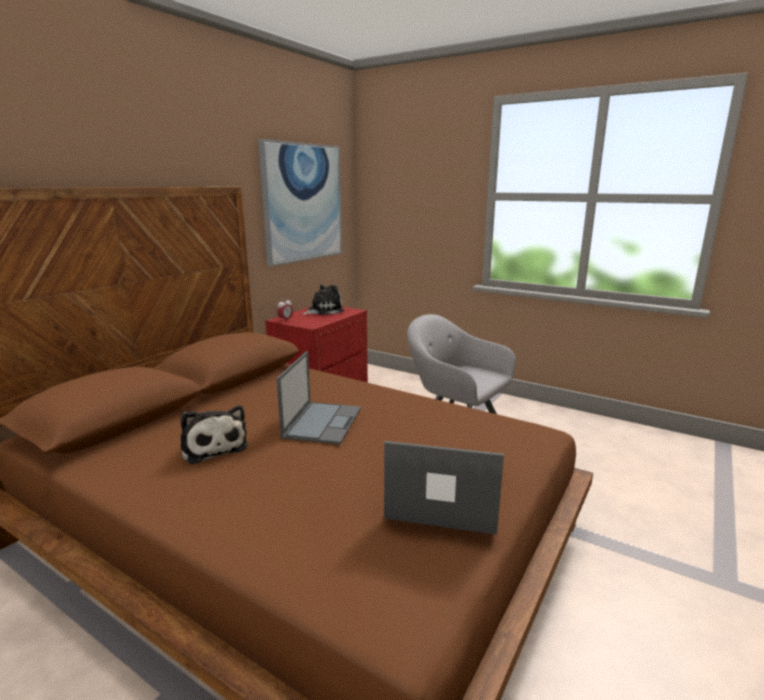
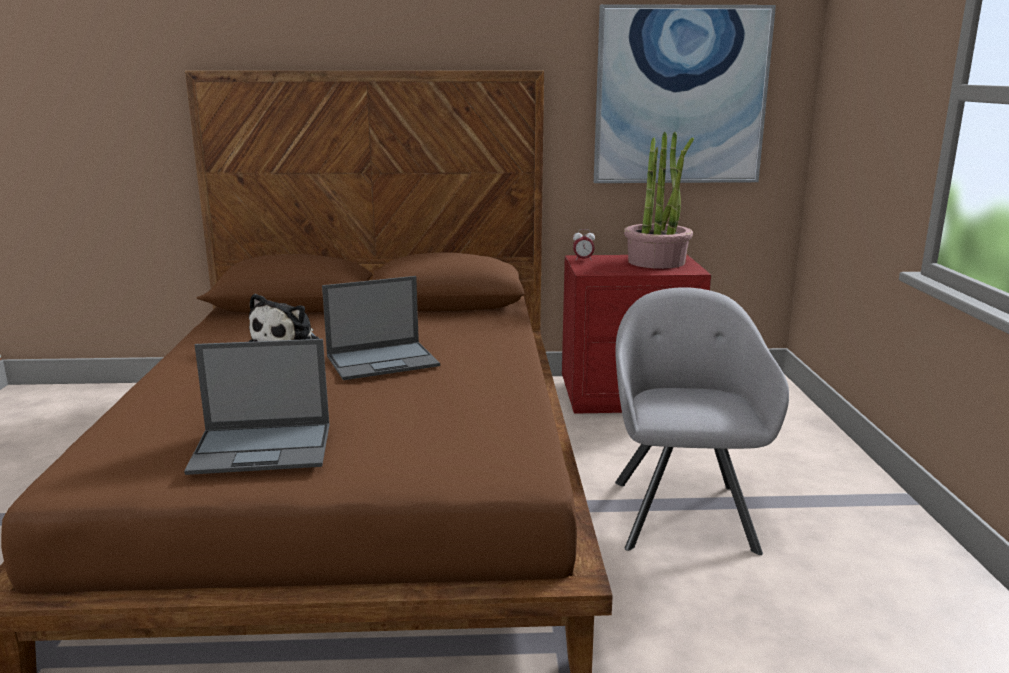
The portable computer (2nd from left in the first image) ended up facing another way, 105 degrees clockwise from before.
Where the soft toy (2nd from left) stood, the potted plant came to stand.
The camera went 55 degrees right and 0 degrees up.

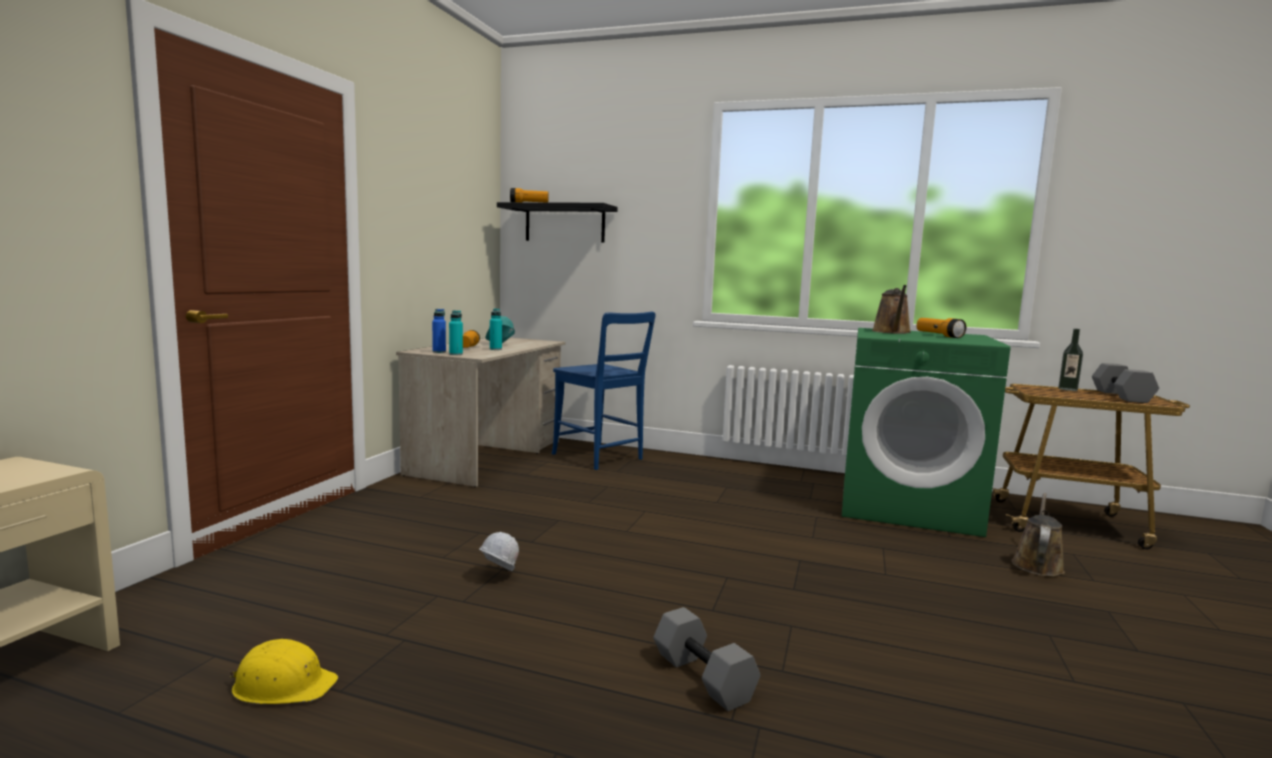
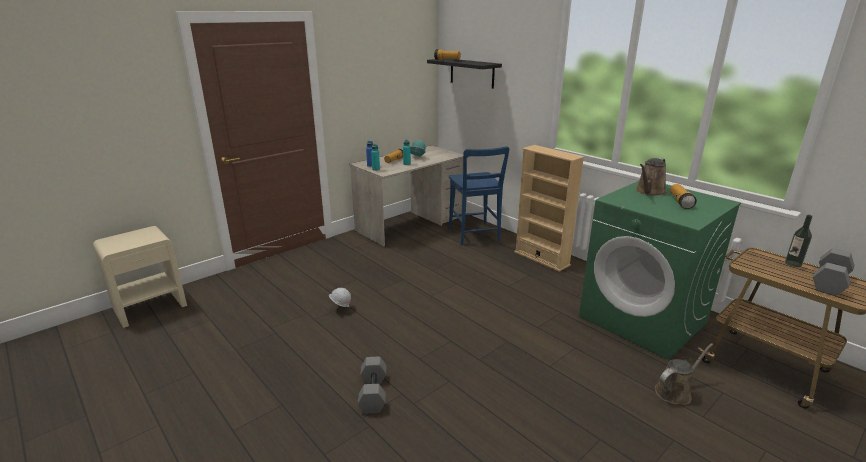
The second view gained the beige-coloured bookcase.
The second view lost the yellow-coloured safety helmet.
The camera went 30 degrees right and 15 degrees up.

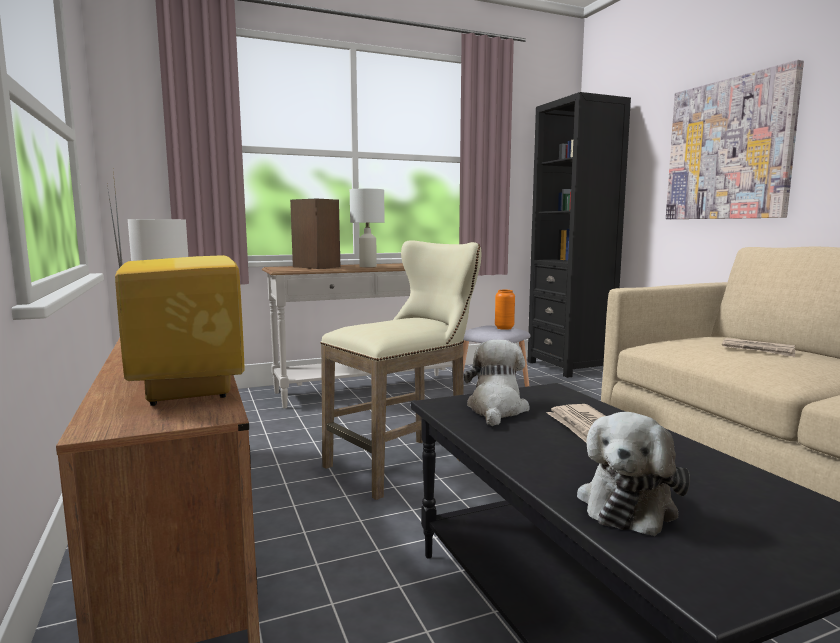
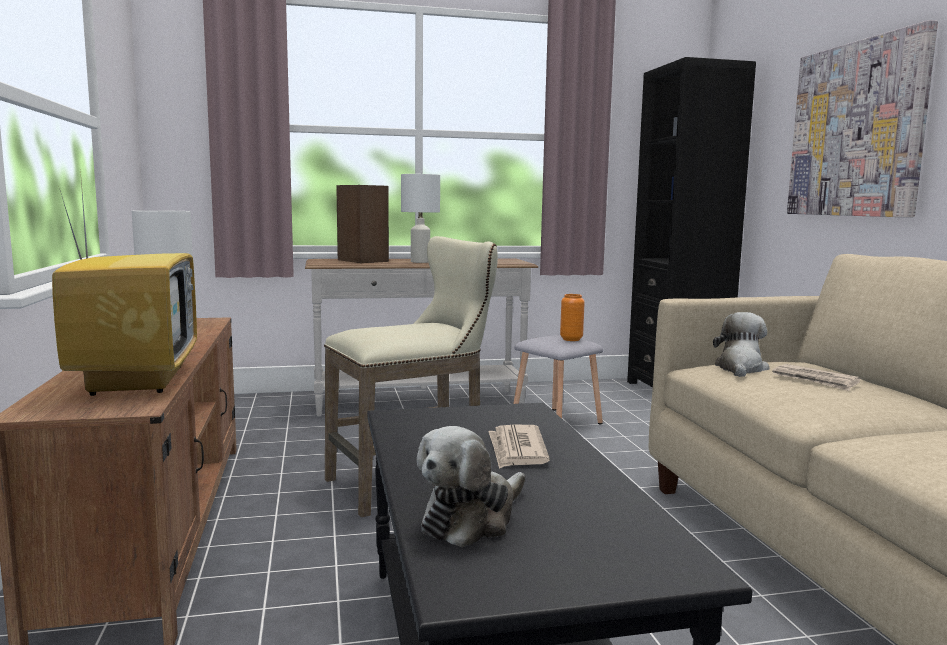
The soft toy (1st from left in the first image) ended up elsewhere.
The camera went 10 degrees right and 0 degrees up.

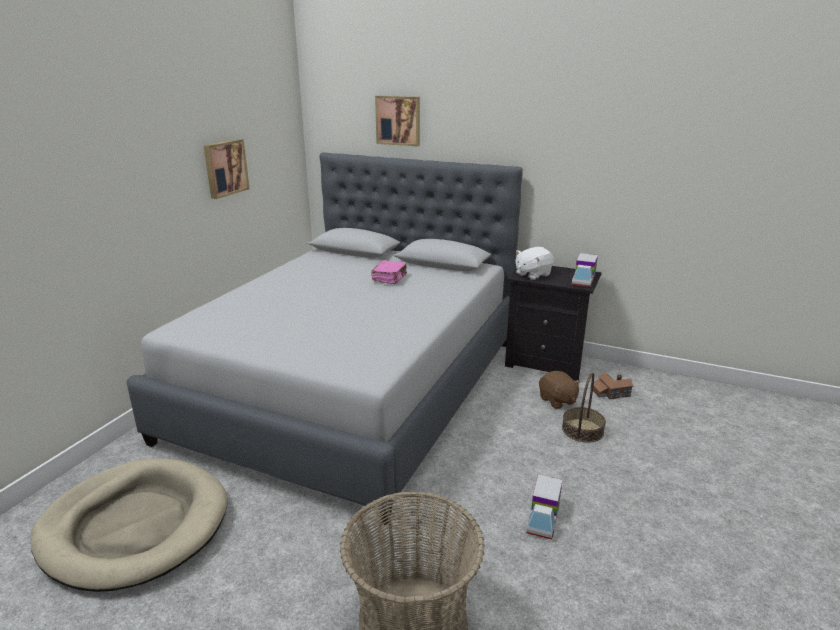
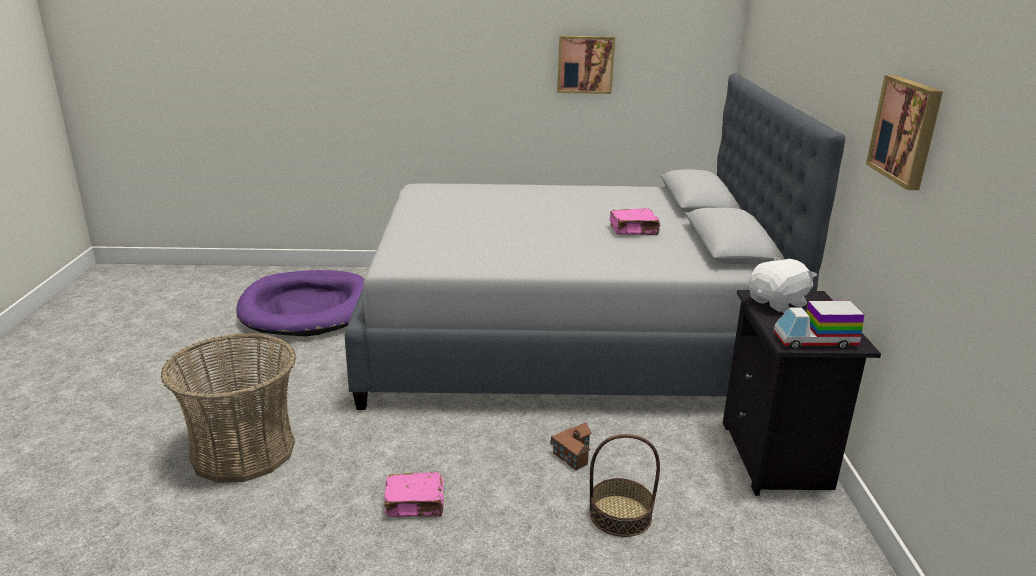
What was the beige-coloured pet bed turned into the purple pet bed.
Where the toy lorry (1st from left) stood, the pink bound book (1st from left) came to stand.
The miniature house ended up elsewhere.
The white soft toy ended up facing another way, 120 degrees clockwise from before.
The wall art (2nd from left) ended up elsewhere.
The second view lost the brown-coloured soft toy.
The camera went 65 degrees right and 0 degrees up.

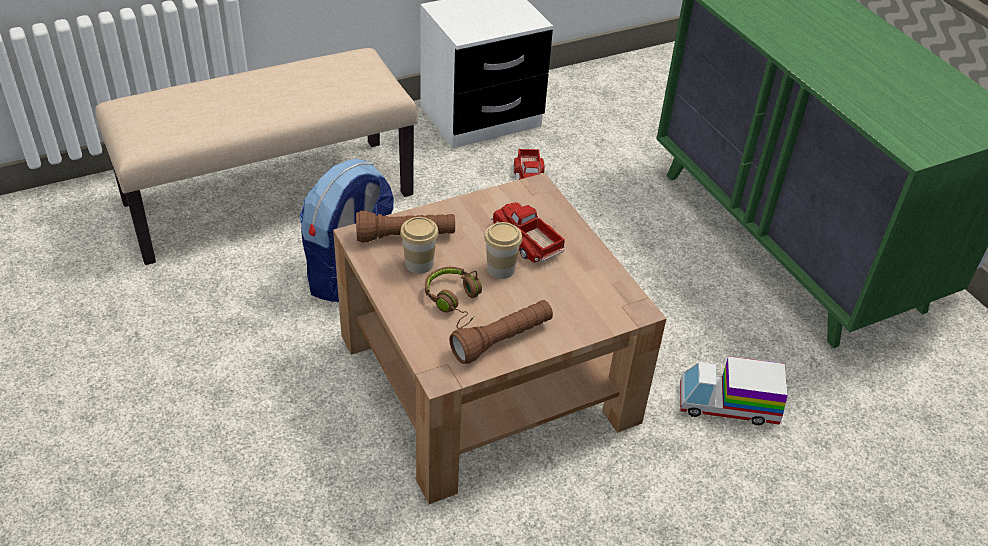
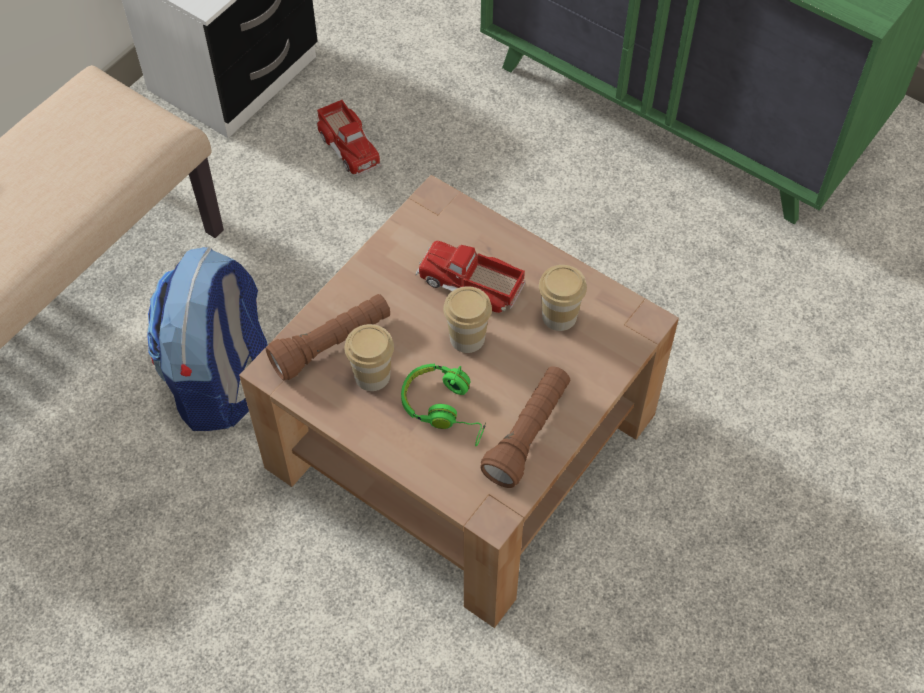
What was the brown-coloured headphones turned into the greenish headphones.
The second view gained the cup (3rd from left).
The second view lost the toy lorry (3rd from left).
The camera went 25 degrees left and 15 degrees up.

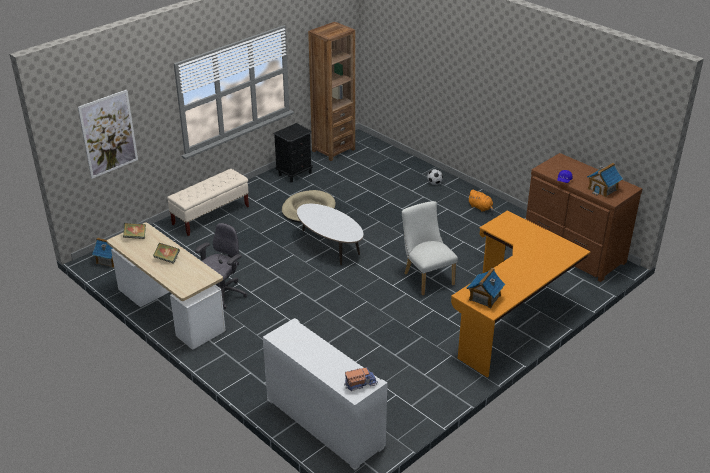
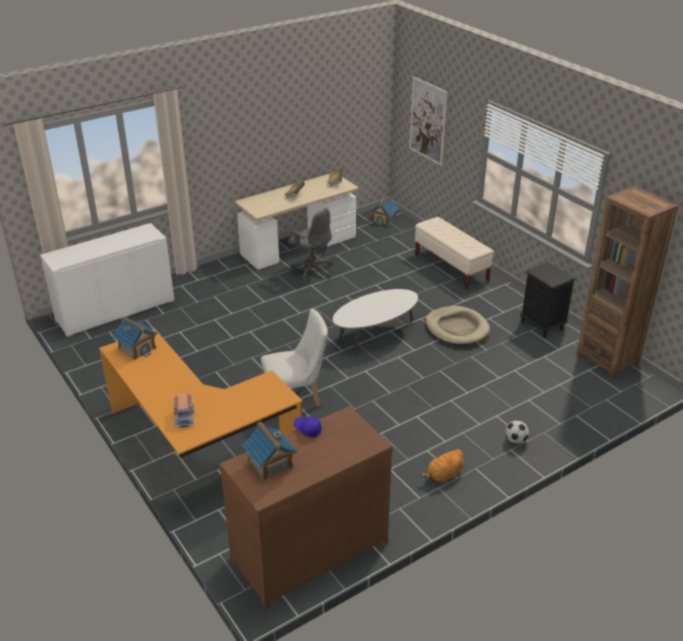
The toy lorry ended up elsewhere.
The camera went 100 degrees right and 0 degrees up.

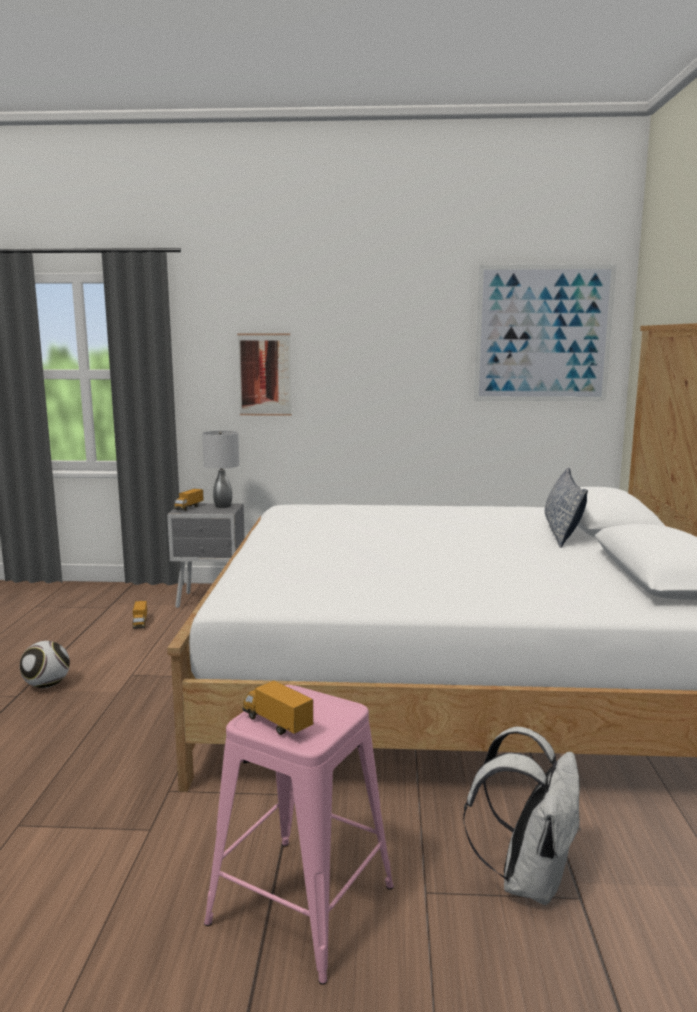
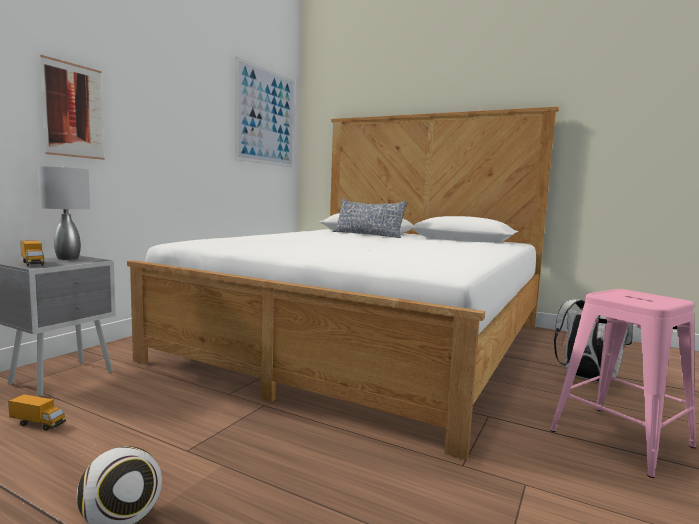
The second view lost the toy lorry (3rd from left).
The camera went 65 degrees left and 5 degrees down.

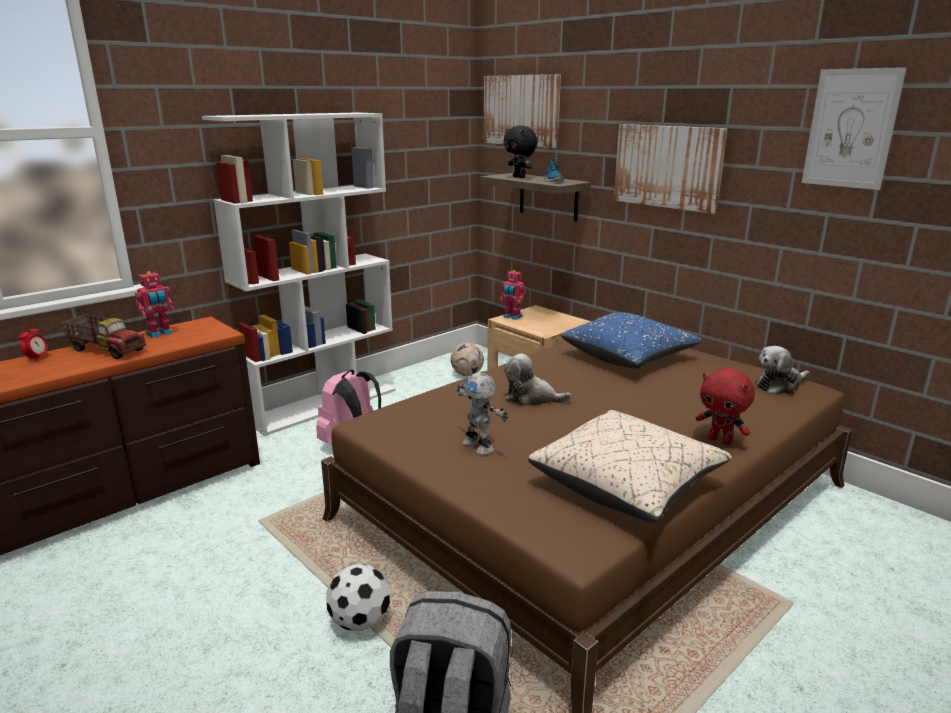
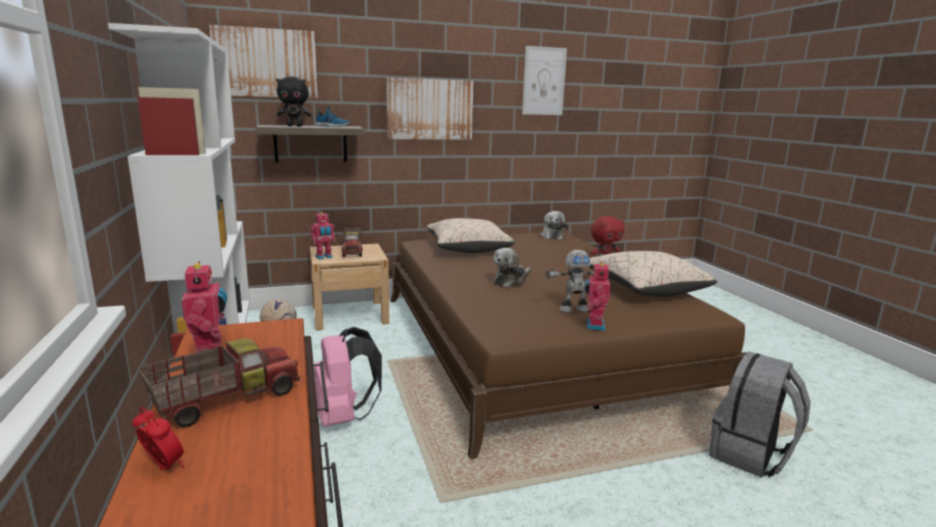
The second view gained the toy lorry (2nd from left).
What was the blue-coloured pillow turned into the beige-coloured pillow (1st from left).
The second view gained the model robot (4th from left).
The second view lost the football ball (1st from left).
The camera went 65 degrees left and 5 degrees down.

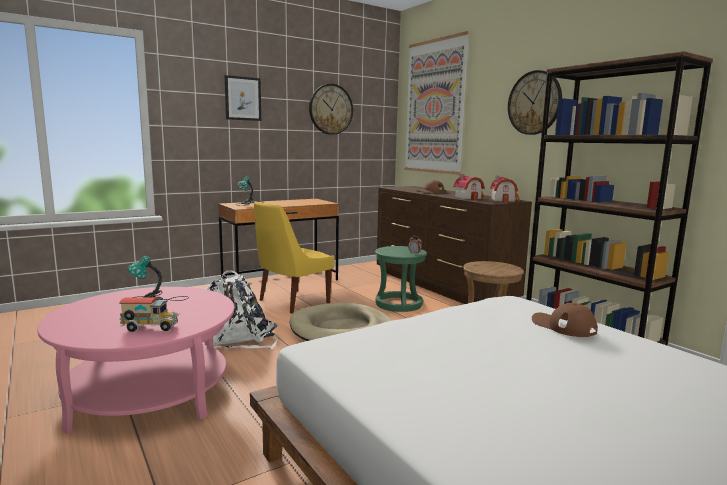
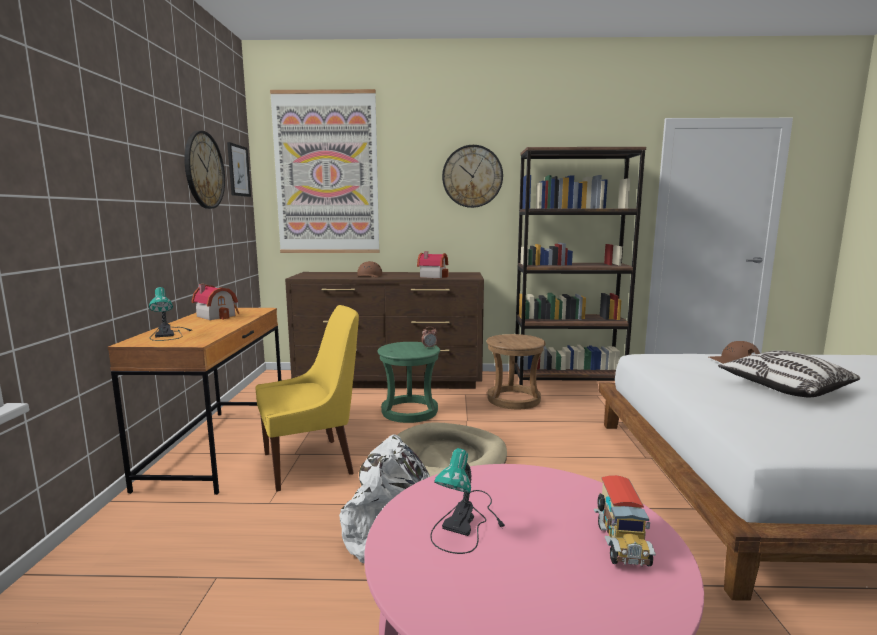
The miniature house (2nd from left in the first image) ended up elsewhere.
The wall art (1st from left) ended up elsewhere.
The yellow-coloured plain chair ended up facing another way, 105 degrees counterclockwise from before.
The toy lorry ended up facing another way, 150 degrees clockwise from before.
The second view gained the pillow.
The camera went 55 degrees left and 0 degrees up.

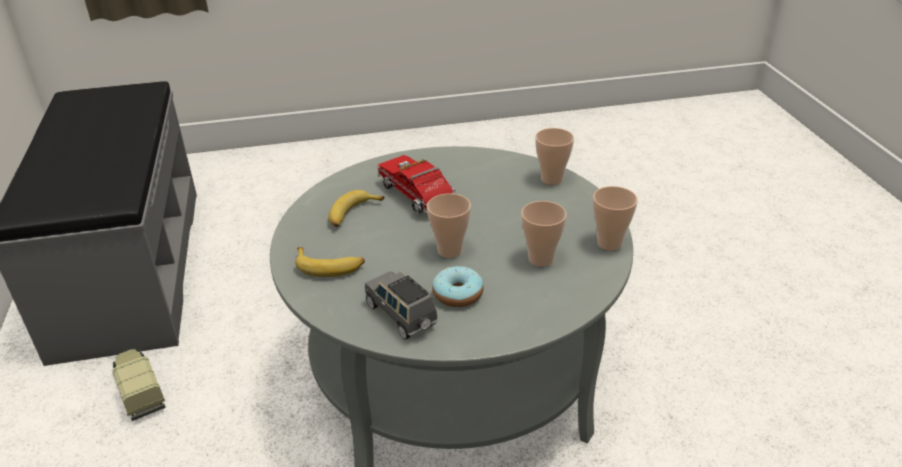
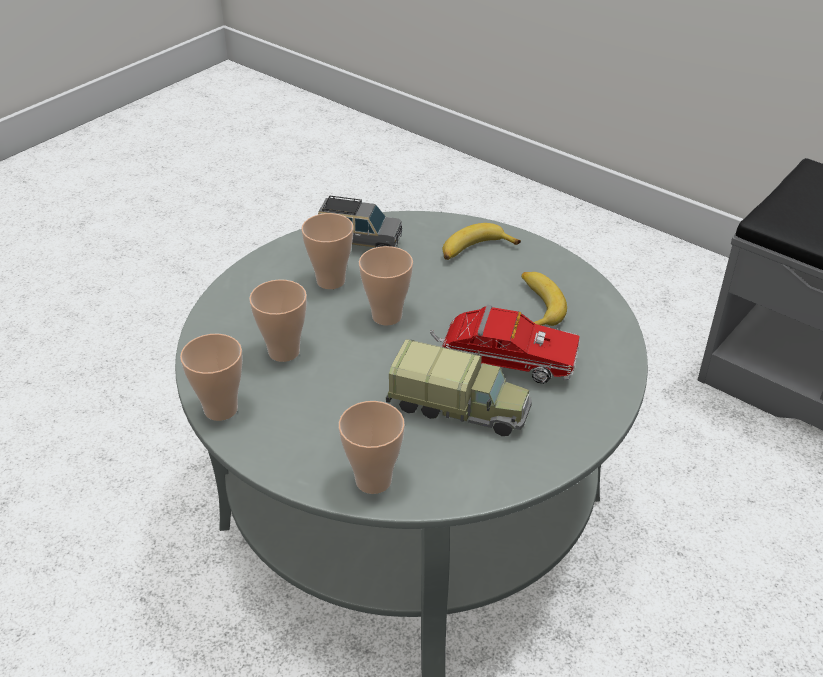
Where the ring doughnut stood, the cup (3rd from left) came to stand.
The toy lorry (1st from left) ended up elsewhere.
The camera went 140 degrees right and 5 degrees up.

